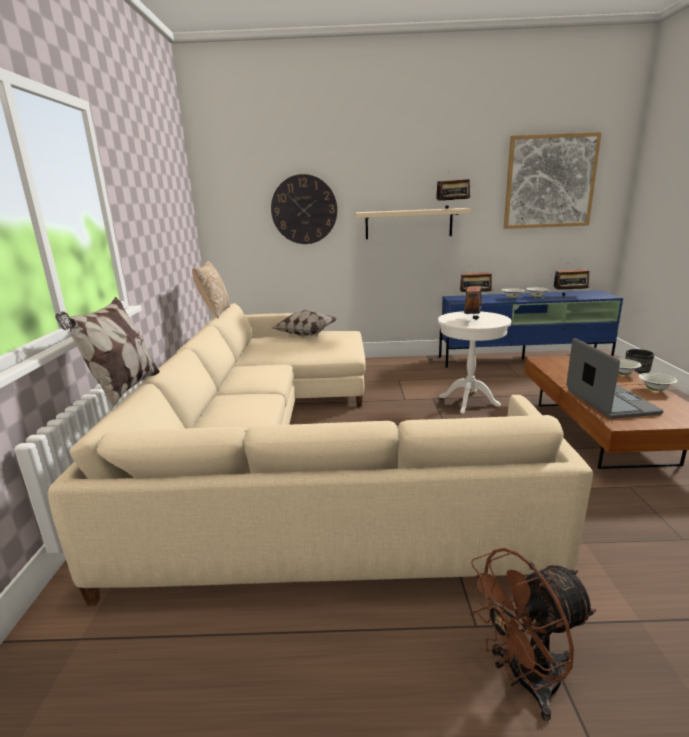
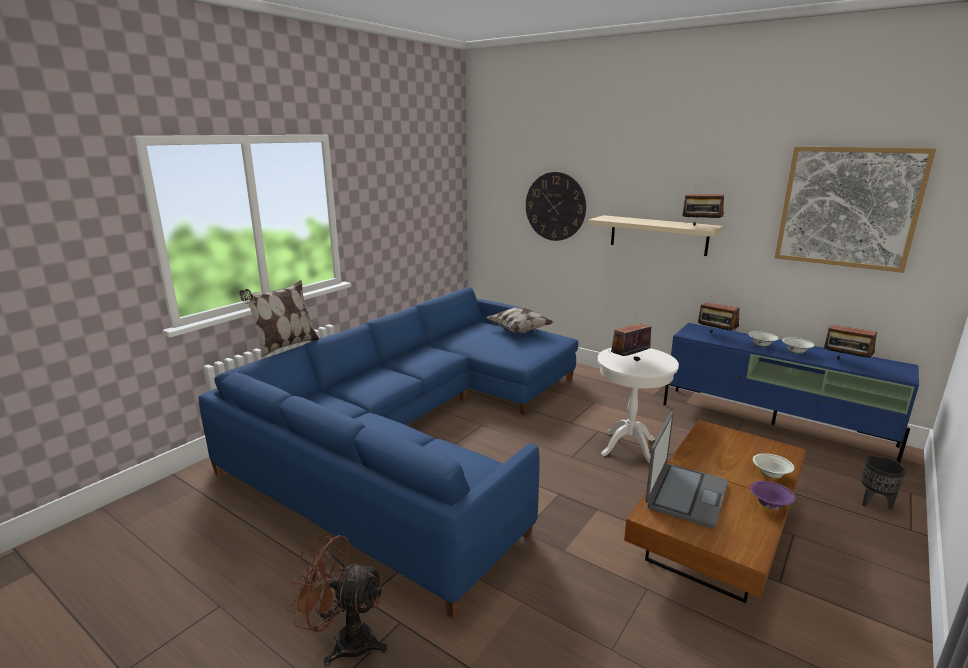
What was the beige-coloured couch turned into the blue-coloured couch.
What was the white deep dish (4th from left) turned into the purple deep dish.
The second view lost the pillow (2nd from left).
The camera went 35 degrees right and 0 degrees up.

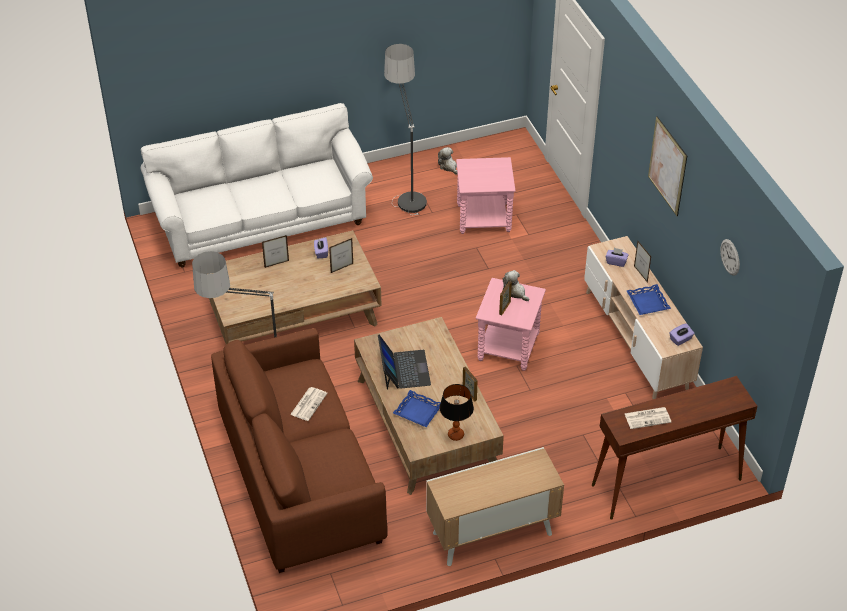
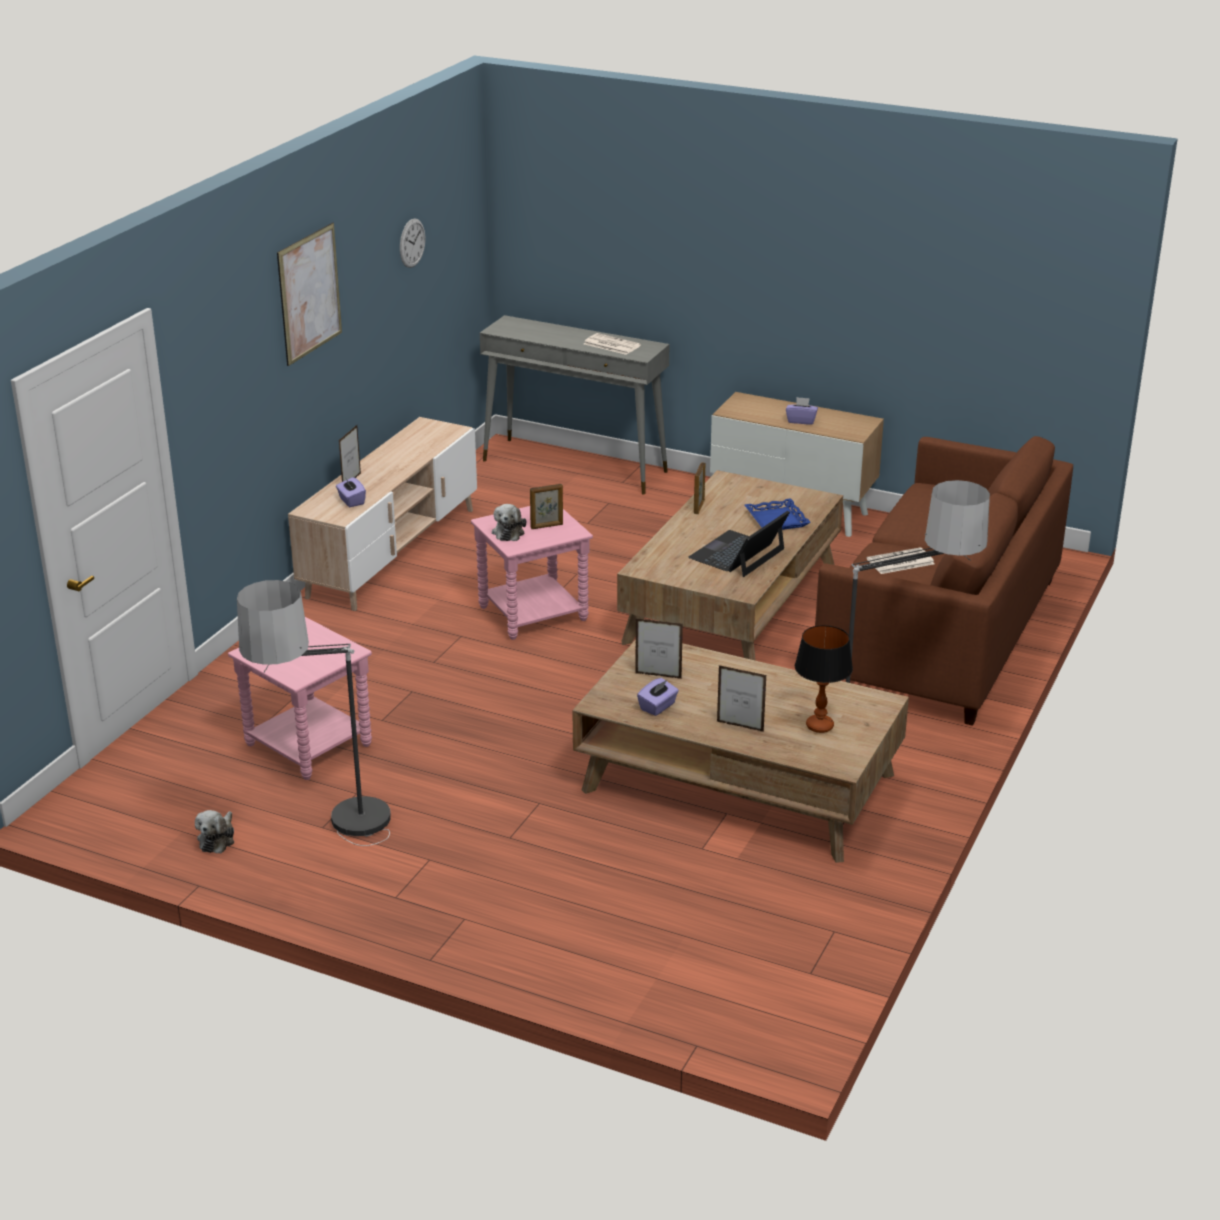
What was the brown-coloured console table turned into the greyish console table.
The purple tissue box (3rd from left) ended up elsewhere.
The tabletop lamp ended up elsewhere.
The second view lost the white couch.
The second view lost the blue-coloured carrying tray (2nd from left).
The camera went 135 degrees left and 15 degrees down.

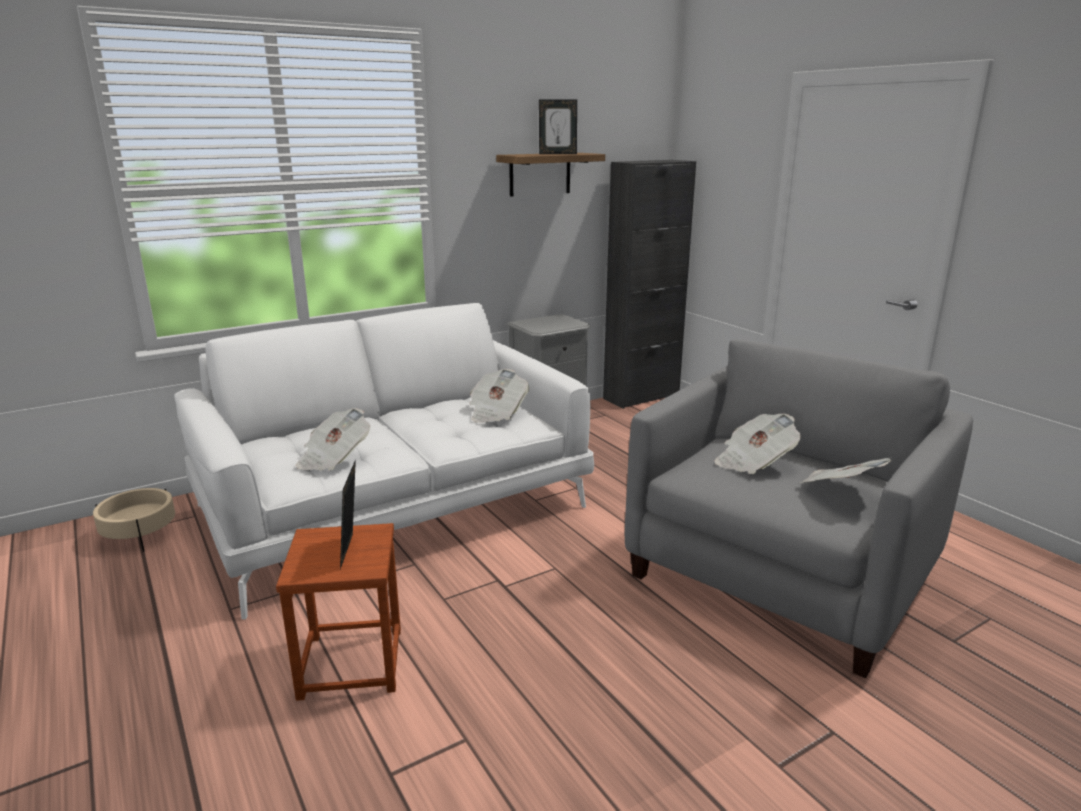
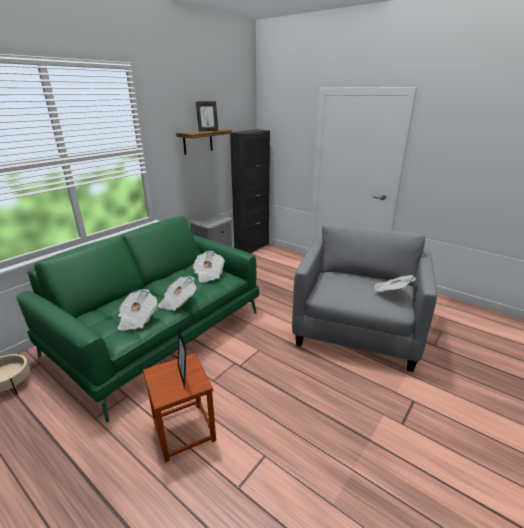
What was the white couch turned into the greenish couch.
The printed paper (3rd from left in the first image) ended up elsewhere.
The camera went 20 degrees left and 5 degrees up.

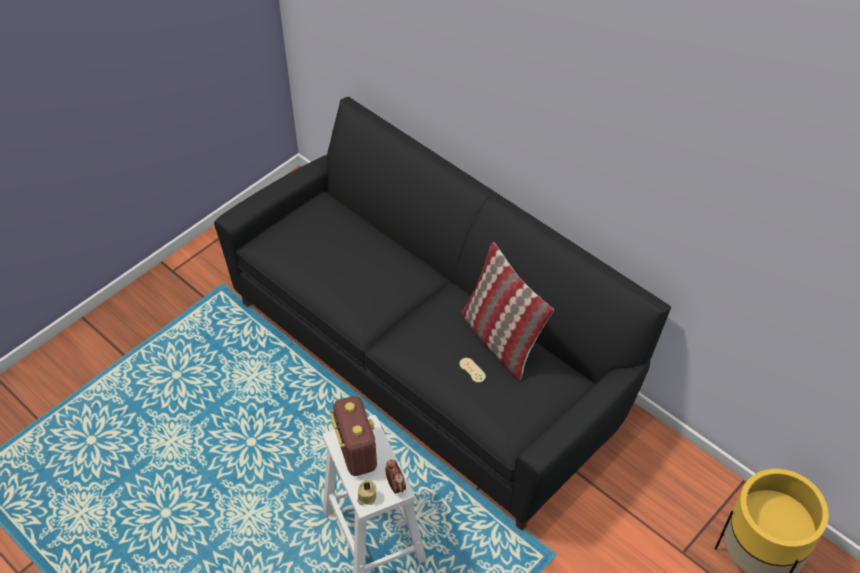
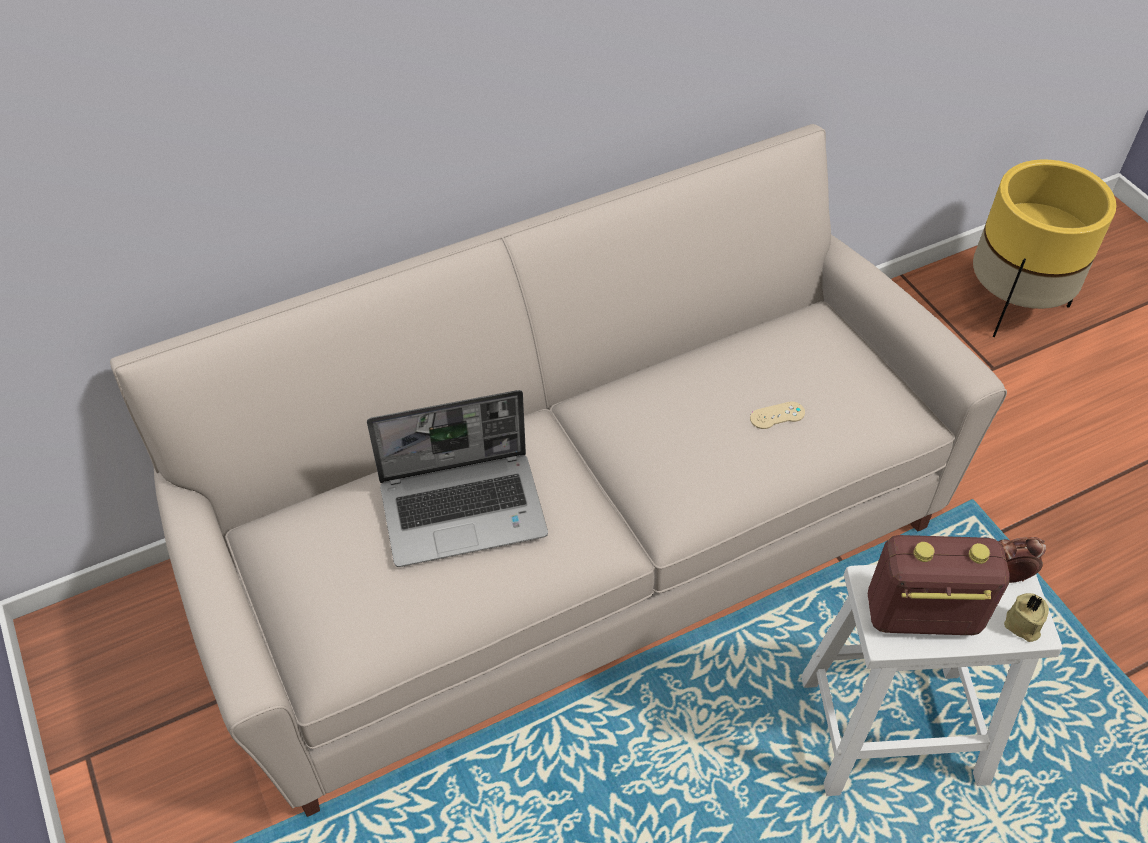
What was the black couch turned into the beige-coloured couch.
The second view gained the portable computer.
The second view lost the pillow.
The camera went 70 degrees left and 0 degrees up.

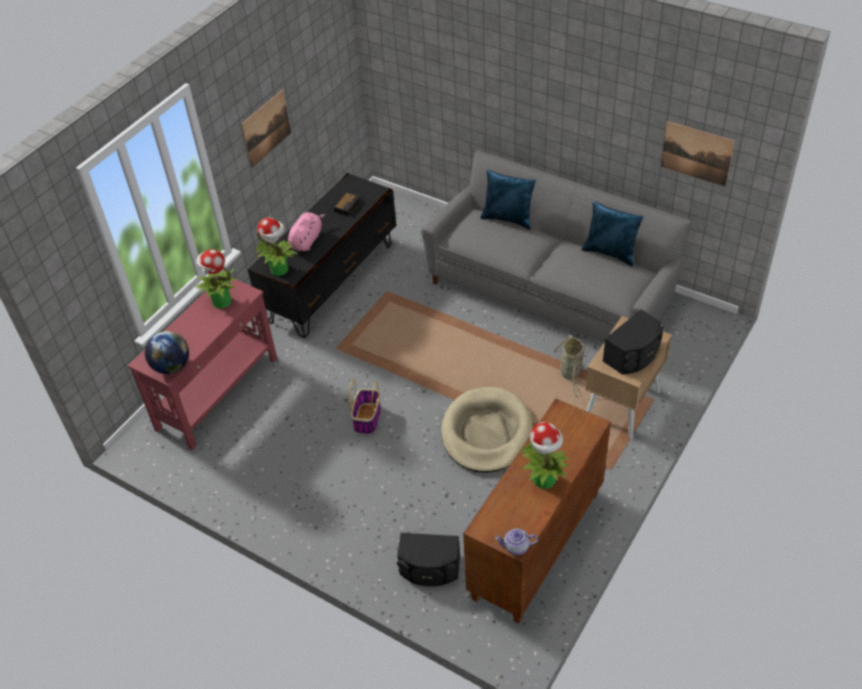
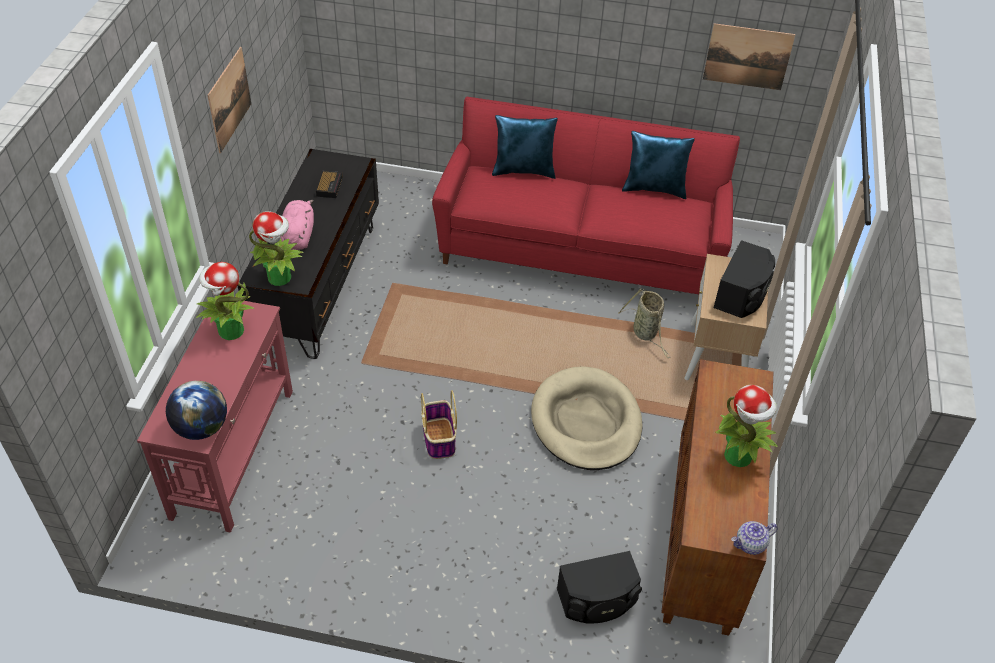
What was the greyish couch turned into the reddish couch.
The camera went 25 degrees left and 0 degrees up.

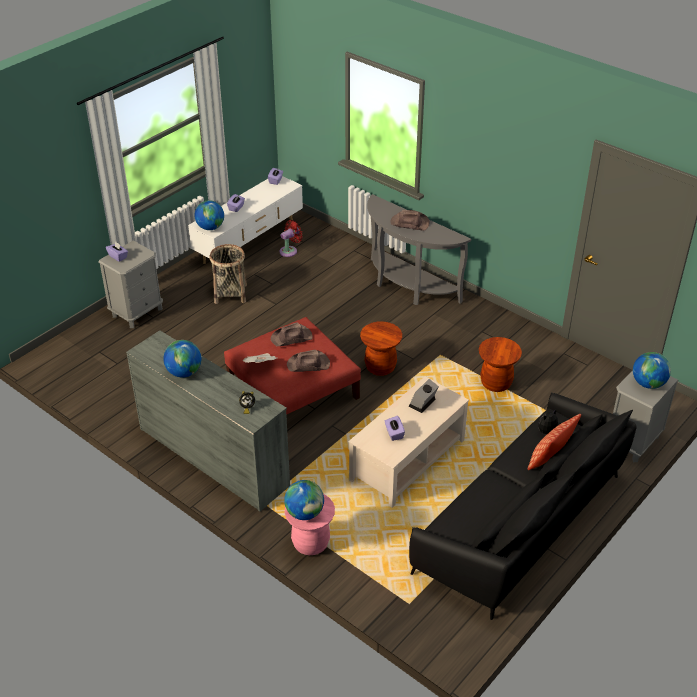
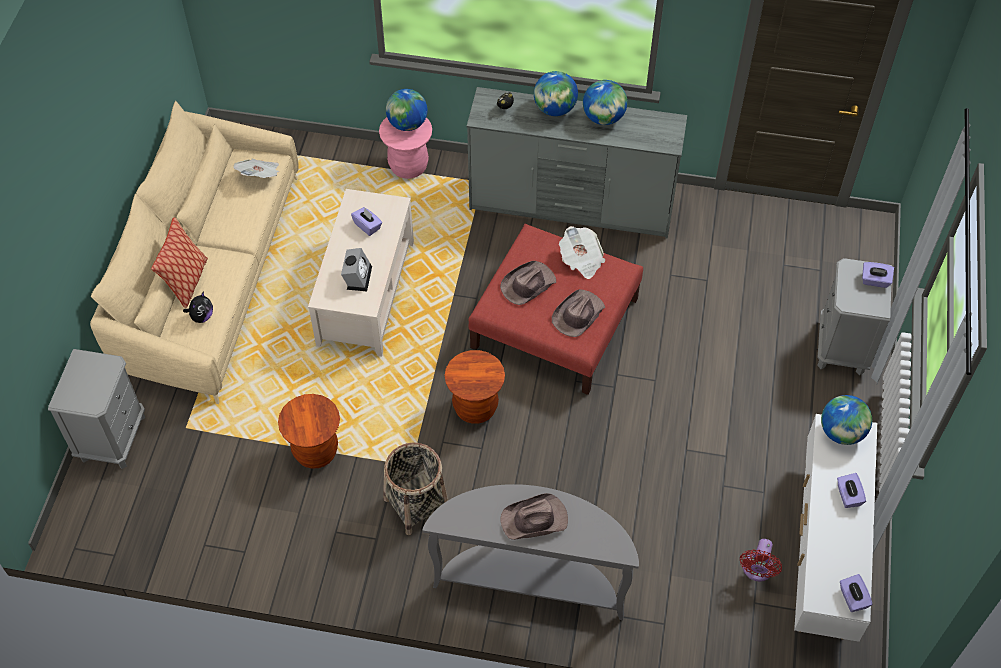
What was the black couch turned into the beige-coloured couch.
The second view gained the printed paper (1st from left).
The storage basket ended up elsewhere.
The desk globe (4th from left in the first image) ended up elsewhere.
The camera went 150 degrees right and 15 degrees up.

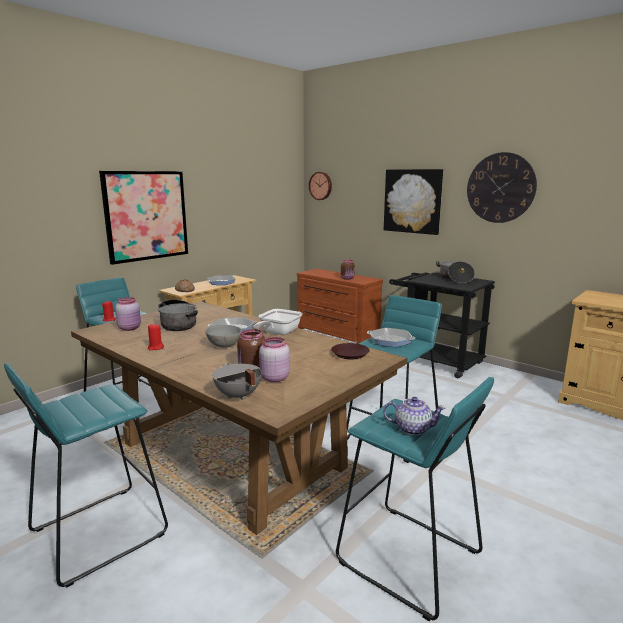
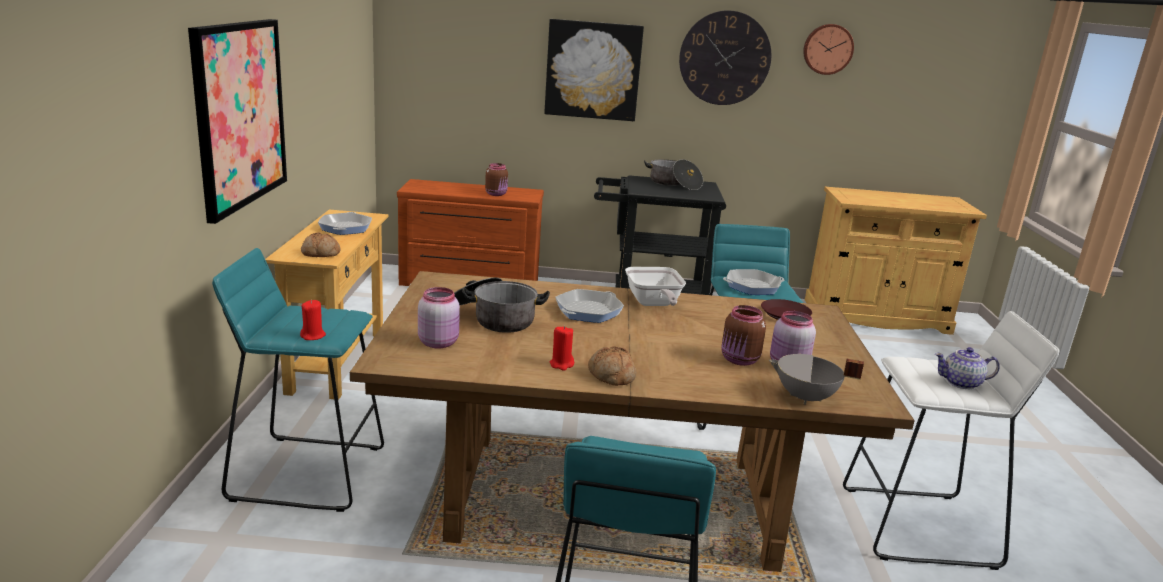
The second view gained the baked bread (2nd from left).
The clock on the wall (1st from left in the first image) ended up elsewhere.
What was the turquoise-coloured sitting stool (4th from left) turned into the white sitting stool.
The teapot ended up facing another way, 150 degrees counterclockwise from before.
The second view lost the greyish deep dish.
The camera went 40 degrees left and 5 degrees up.

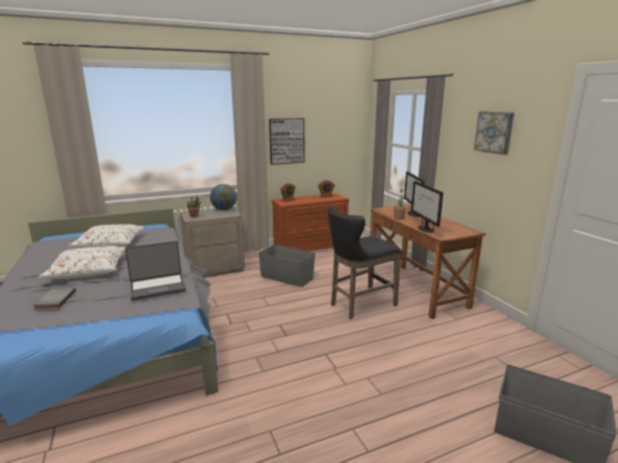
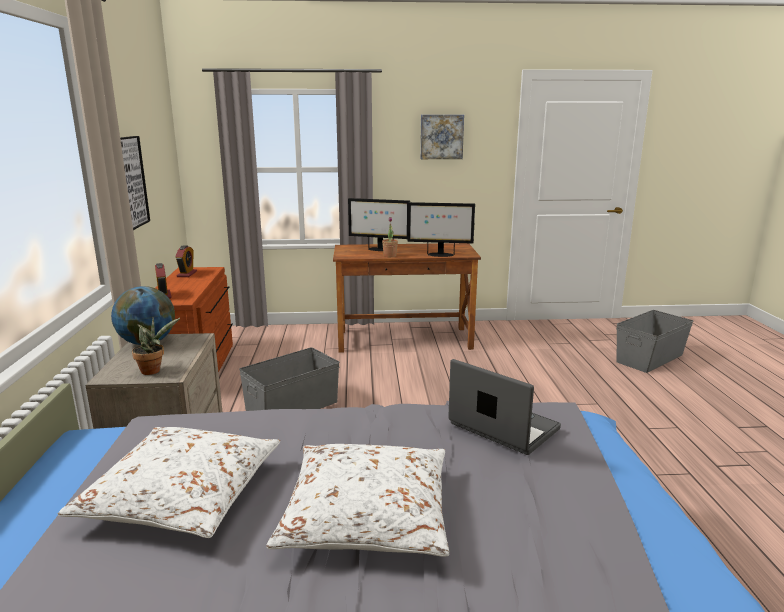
The portable computer ended up facing another way, 45 degrees counterclockwise from before.
The second view lost the greyish bound book.
The second view lost the black sitting stool.
The camera went 70 degrees left and 0 degrees up.

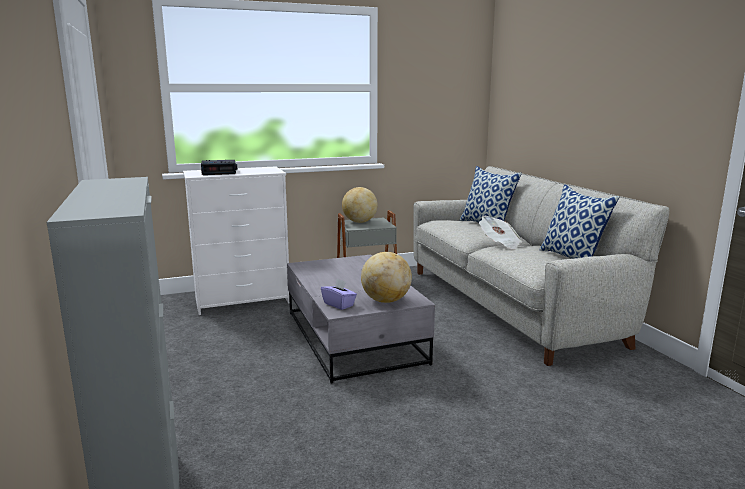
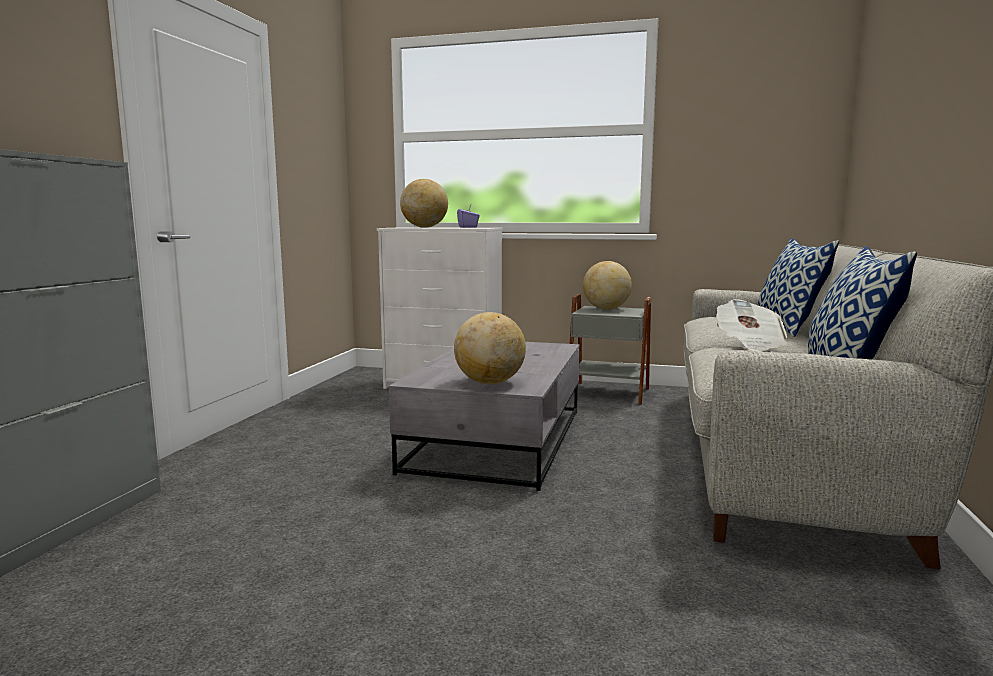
Where the table clock stood, the desk globe (1st from left) came to stand.
The purple tissue box ended up elsewhere.
The camera went 35 degrees right and 5 degrees down.

